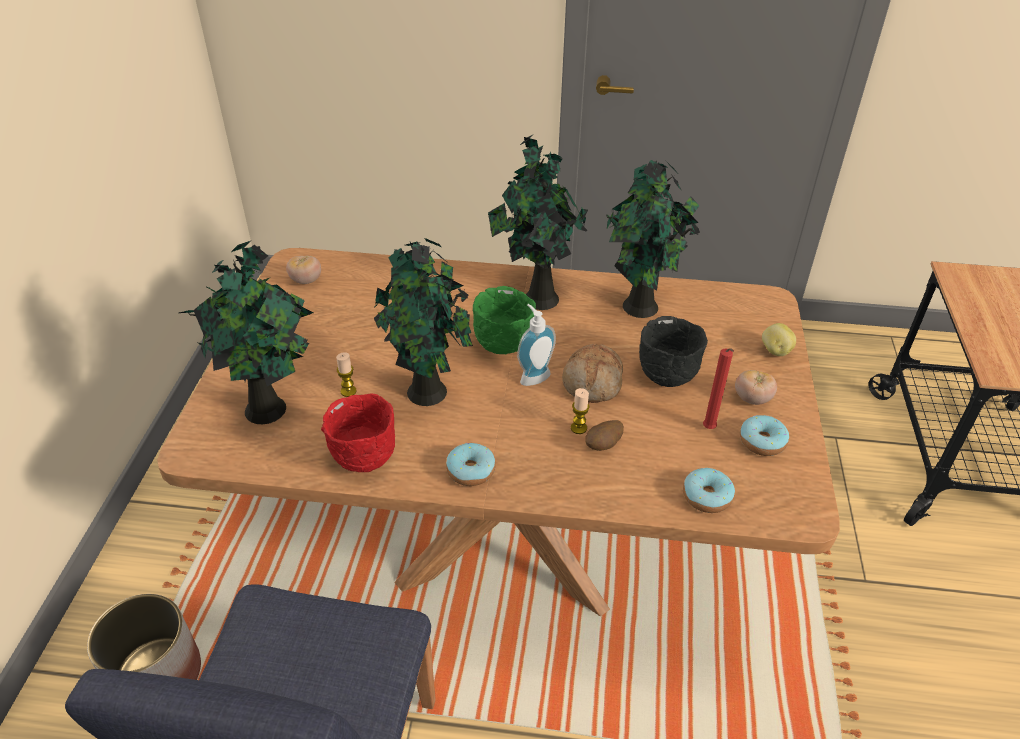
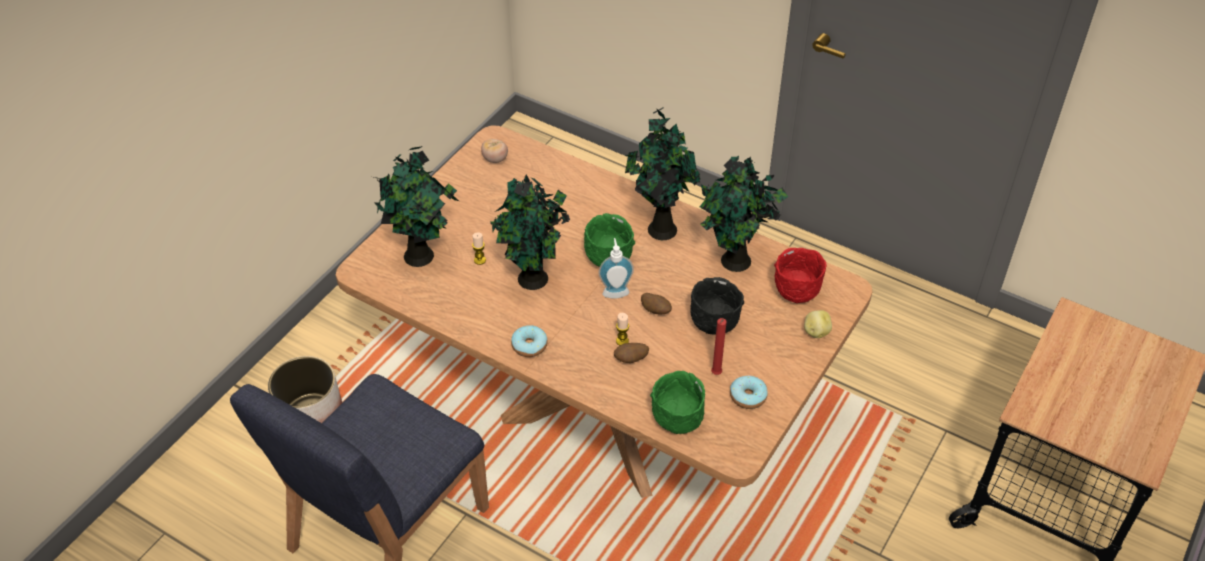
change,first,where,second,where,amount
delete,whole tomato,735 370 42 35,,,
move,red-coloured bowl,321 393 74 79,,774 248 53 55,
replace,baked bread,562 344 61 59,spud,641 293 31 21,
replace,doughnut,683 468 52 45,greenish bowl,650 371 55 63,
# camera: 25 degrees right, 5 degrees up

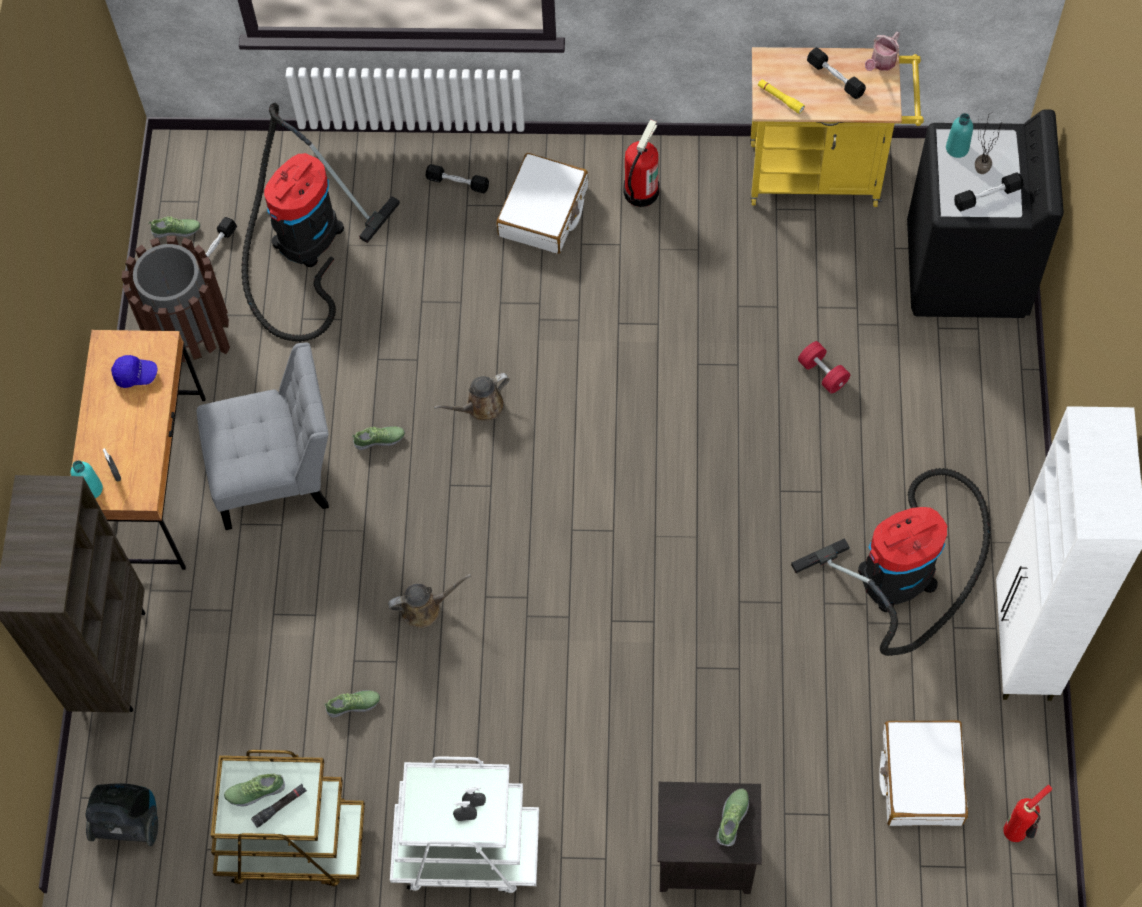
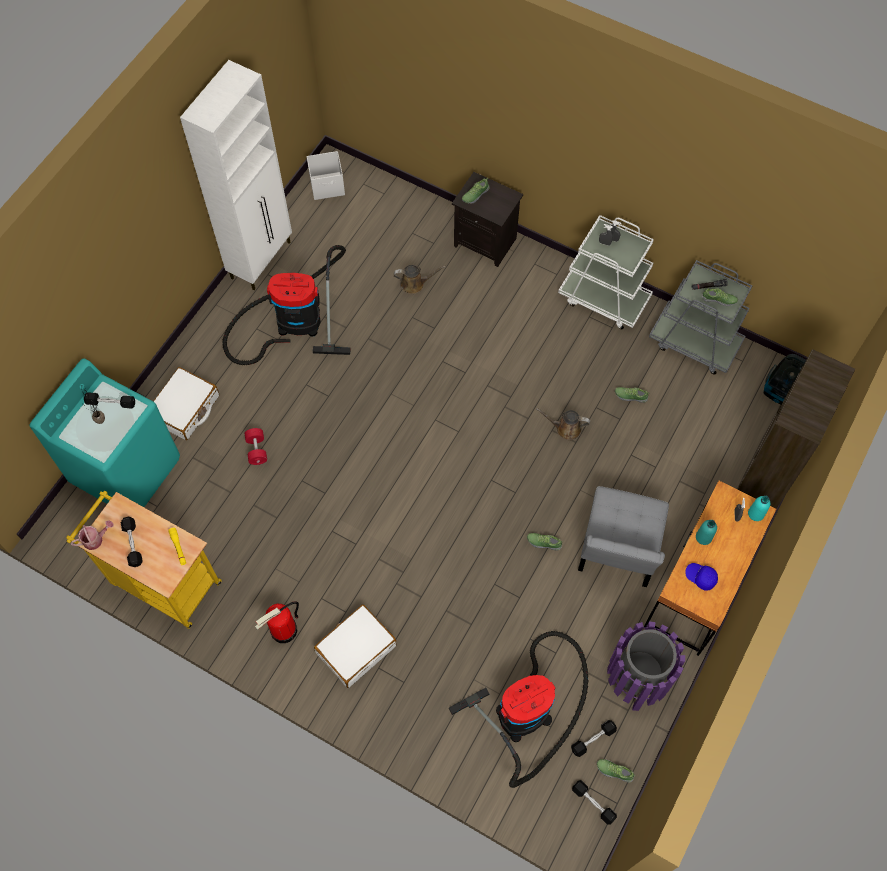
change,first,where,second,where,amount
move,blackish hand weight,426 164 63 29,,572 780 45 45,
move,brownish watering pot,434 373 76 48,,394 265 52 29,
move,white-coloured suitcase,879 720 89 106,,153 367 66 73,
move,turquoise-coloured beverage bottle,946 113 27 45,,696 520 21 25,
replace,extinguisher,1003 784 50 58,white-coloured storage box,307 151 38 49,
recolor,brownish waste bin,122 236 108 126,purple-coloured waste bin,607 622 78 89,
recolor,brownish trolley,211 750 154 137,greyish trolley,649 260 104 115,
recolor,blackish washing machine,907 109 157 209,turquoise-coloured washing machine,30 358 150 149,
rotate,greyish chair,197 343 132 187,,578 486 91 101,90 degrees counterclockwise
# camera: 155 degrees left, 0 degrees up

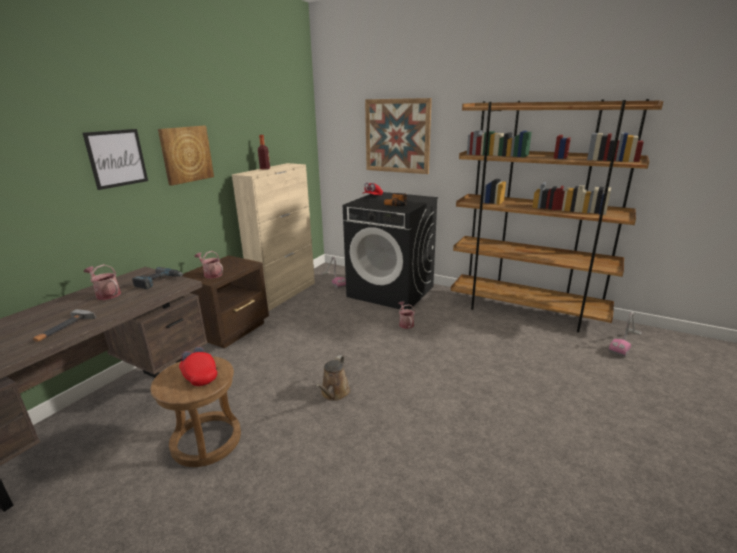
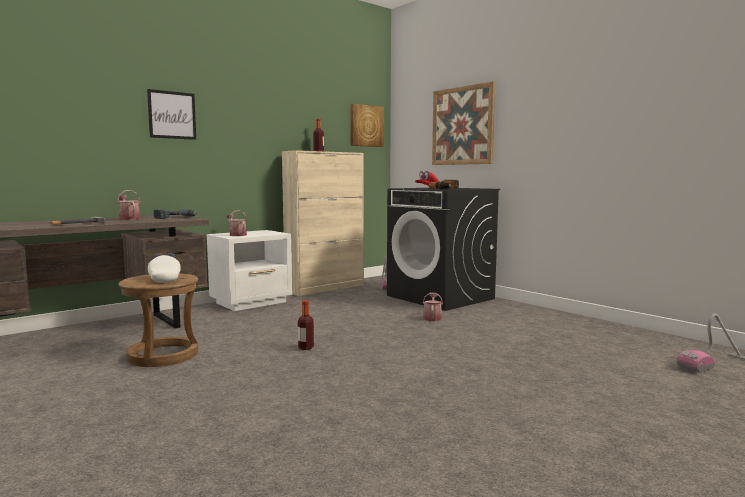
change,first,where,second,where,amount
delete,brownish bookshelf,451 99 212 234,,,
move,picture,158 126 56 60,,350 104 34 43,
replace,brownish watering pot,316 355 35 46,beverage bottle,298 300 16 50,
recolor,red-coloured cap,179 347 38 39,white-coloured cap,148 253 33 30,
recolor,brownish nightstand,183 255 86 93,white-coloured nightstand,207 230 85 81,
# camera: 20 degrees right, 15 degrees down

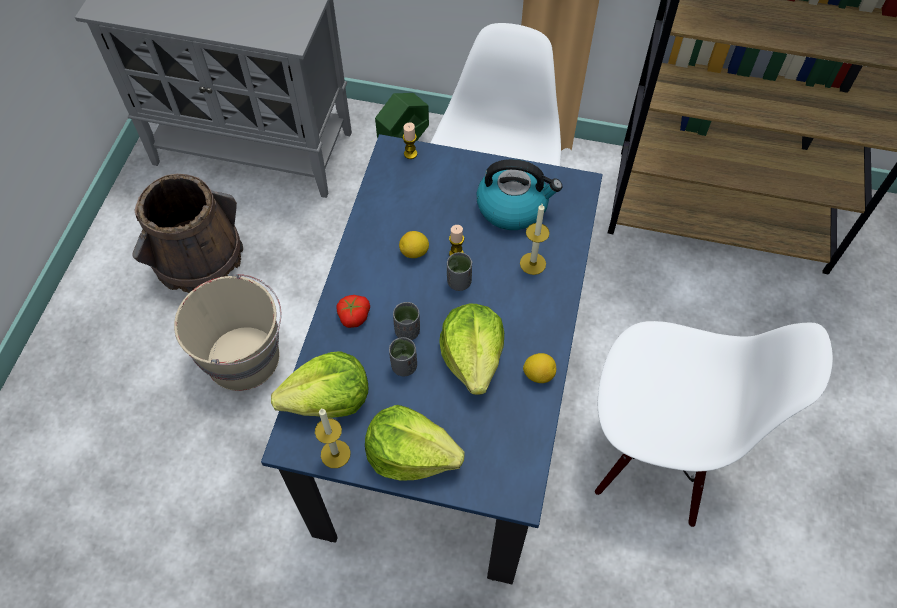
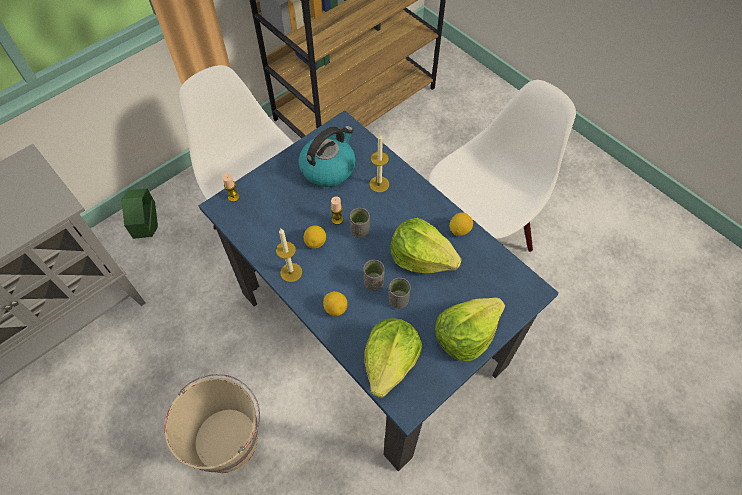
change,first,where,second,where,amount
delete,brownish bucket,132 174 111 119,,,
move,wax light,315 409 36 59,,276 229 26 53,
replace,whole tomato,336 295 34 33,whole lemon,323 291 25 25,
# camera: 55 degrees left, 0 degrees up

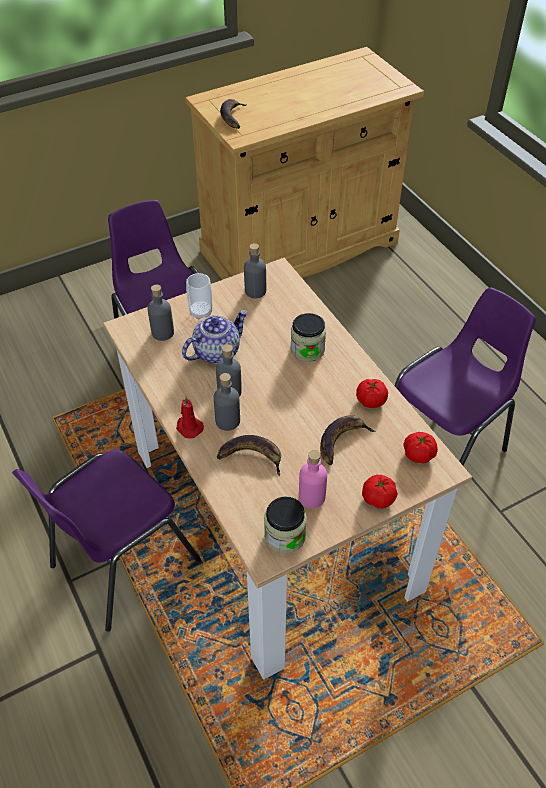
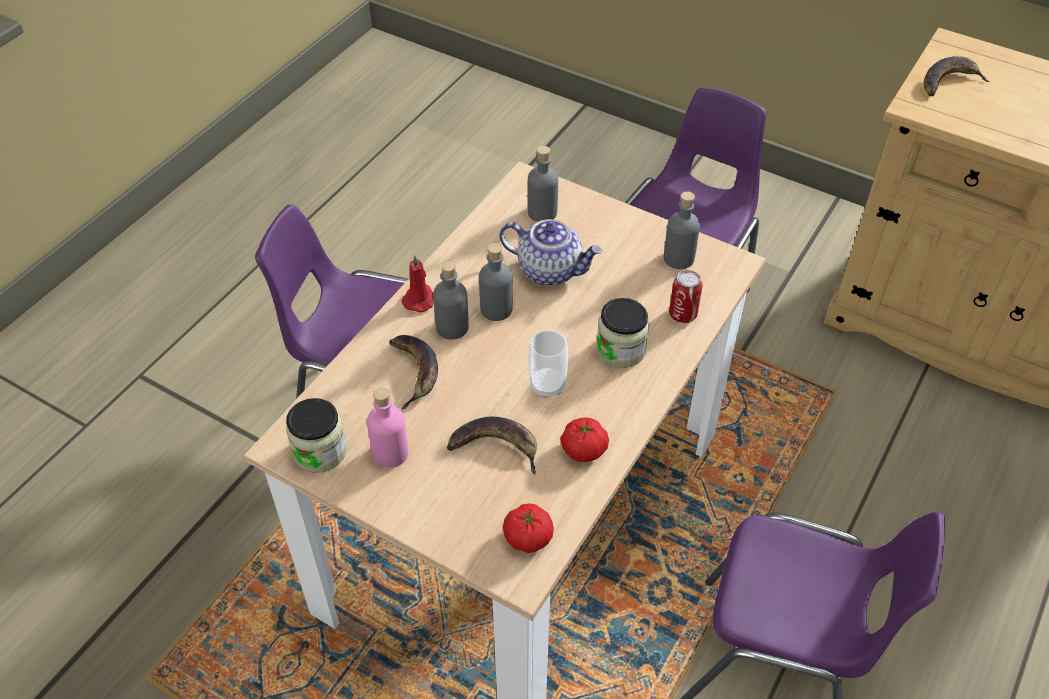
change,first,where,second,where,amount
delete,whole tomato,362 475 36 34,,,
insert,,,can,669 270 34 53,
move,cup,186 273 27 46,,528 330 40 68,
# camera: 60 degrees right, 0 degrees up

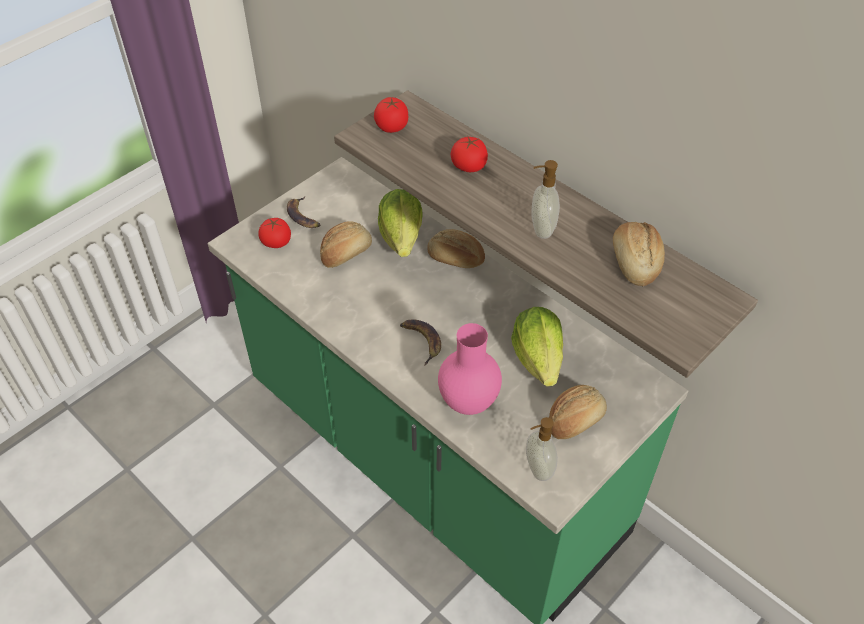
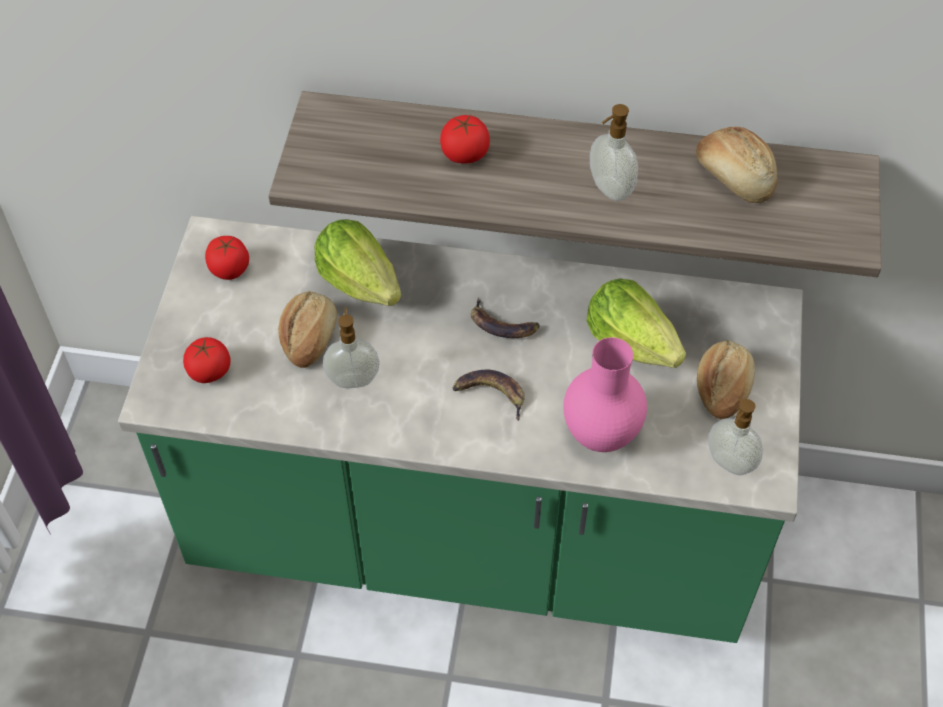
change,first,where,second,where,amount
delete,baked bread,427 229 58 39,,,
insert,,,soap bottle,323 307 57 81,
move,banana,287 197 33 31,,471 298 69 40,
move,whole tomato,374 97 34 36,,205 236 44 44,
# camera: 35 degrees left, 5 degrees up

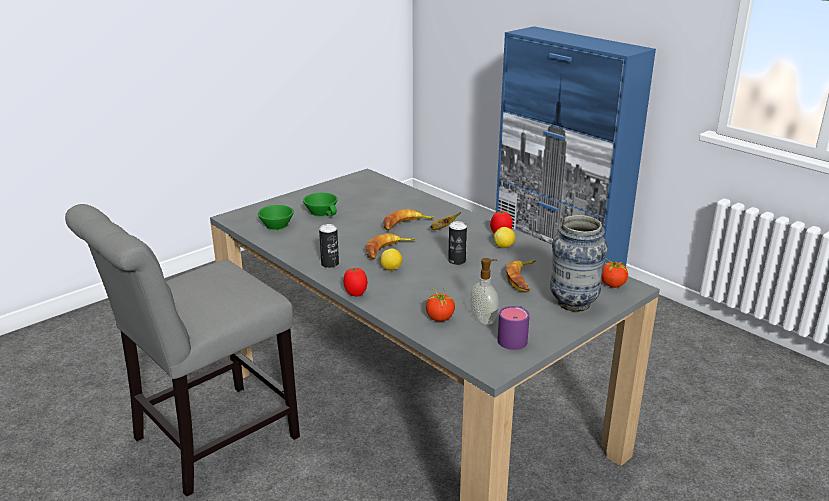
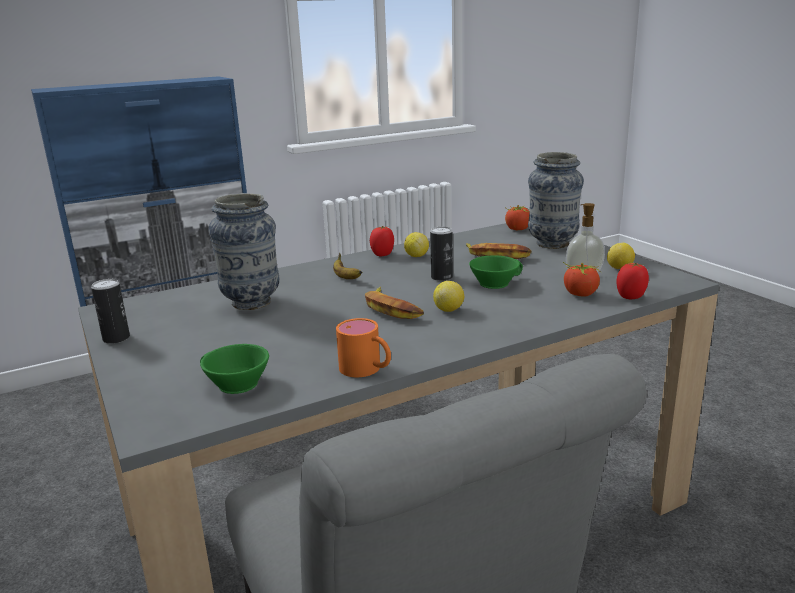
change,first,where,second,where,amount
delete,banana,383 209 53 22,,,
insert,,,decorative vase,208 193 71 117,
insert,,,orange tea mug,336 318 55 59,
move,greenish cup,303 193 35 24,,469 255 54 34,
move,can,319 224 20 44,,91 279 39 65,
move,whole tomato,344 268 24 28,,616 263 33 36,
replace,purple-coloured tea mug,497 306 33 44,whole lemon,607 243 28 26,
# camera: 75 degrees left, 5 degrees down

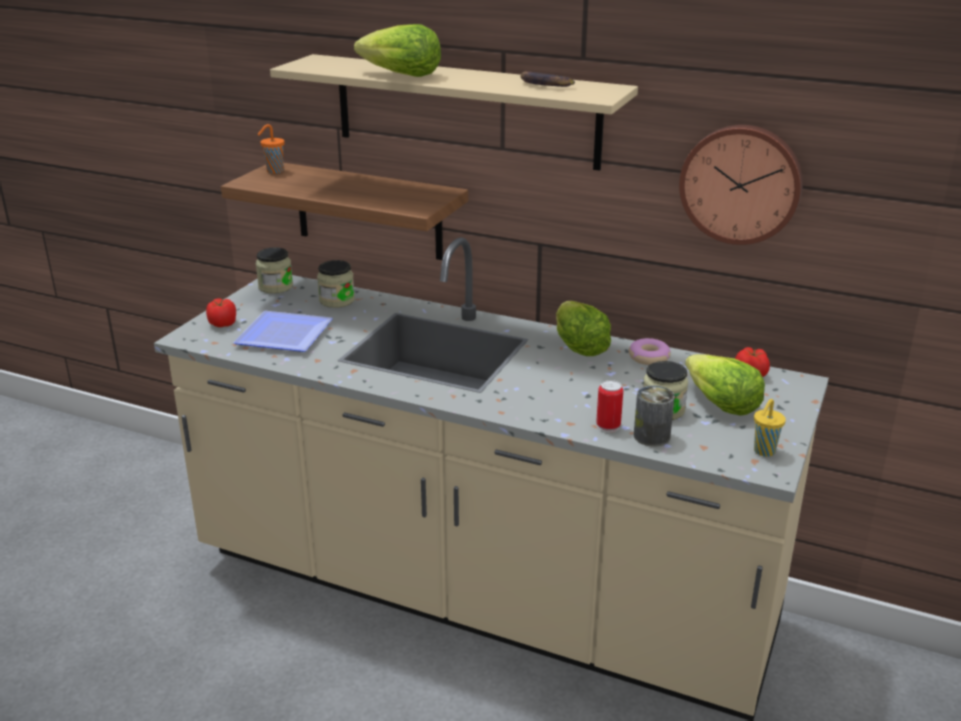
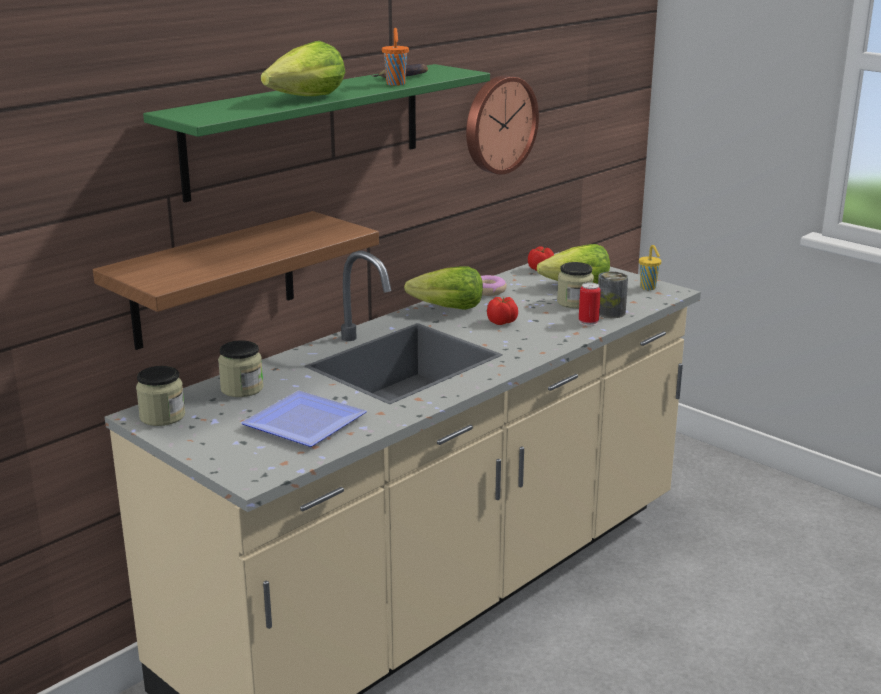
change,first,where,second,where,amount
move,whole tomato,206 298 30 29,,487 297 31 28,
move,orange cup,258 124 26 50,,382 28 27 58,
recolor,beige-coloured shelf,270 54 368 117,greenish shelf,143 64 347 138,
# camera: 70 degrees left, 5 degrees down

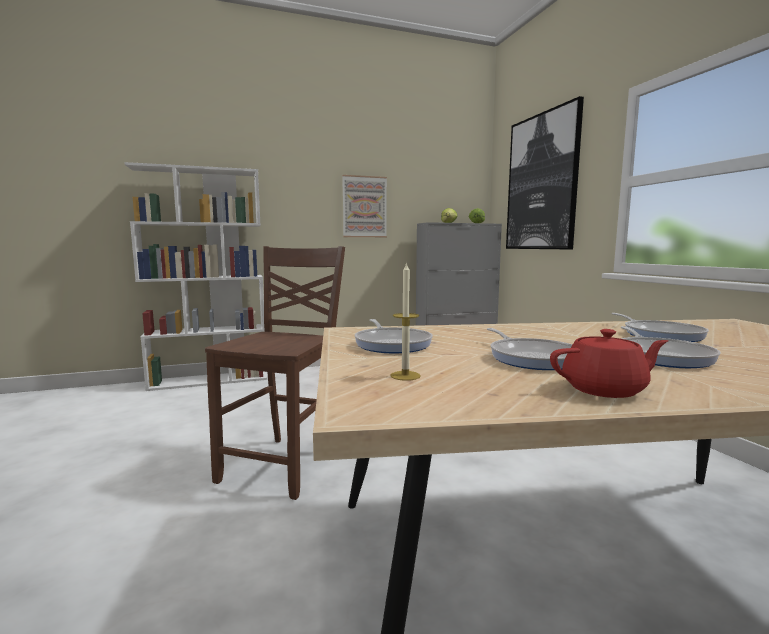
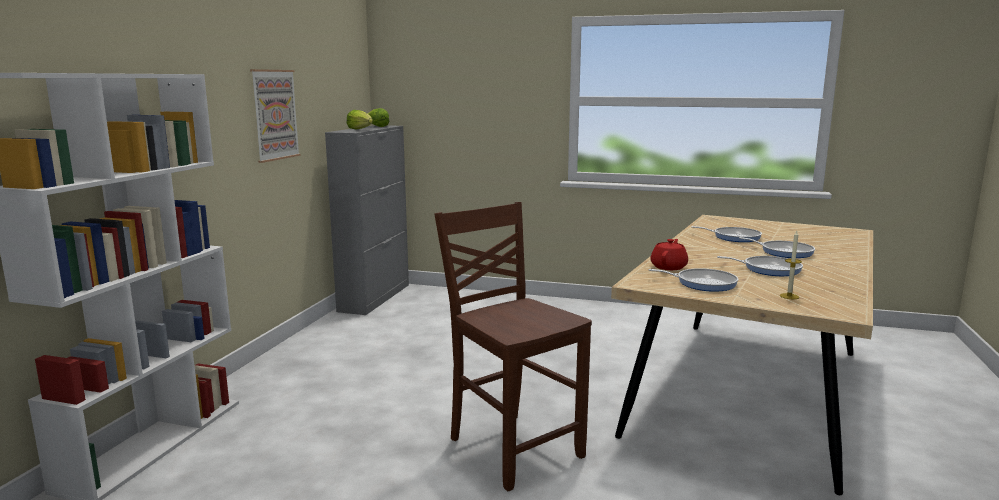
change,first,where,second,where,amount
delete,picture,506 96 78 153,,,
move,red-coloured pot for tea,550 329 118 69,,650 239 38 31,
# camera: 55 degrees left, 5 degrees up

